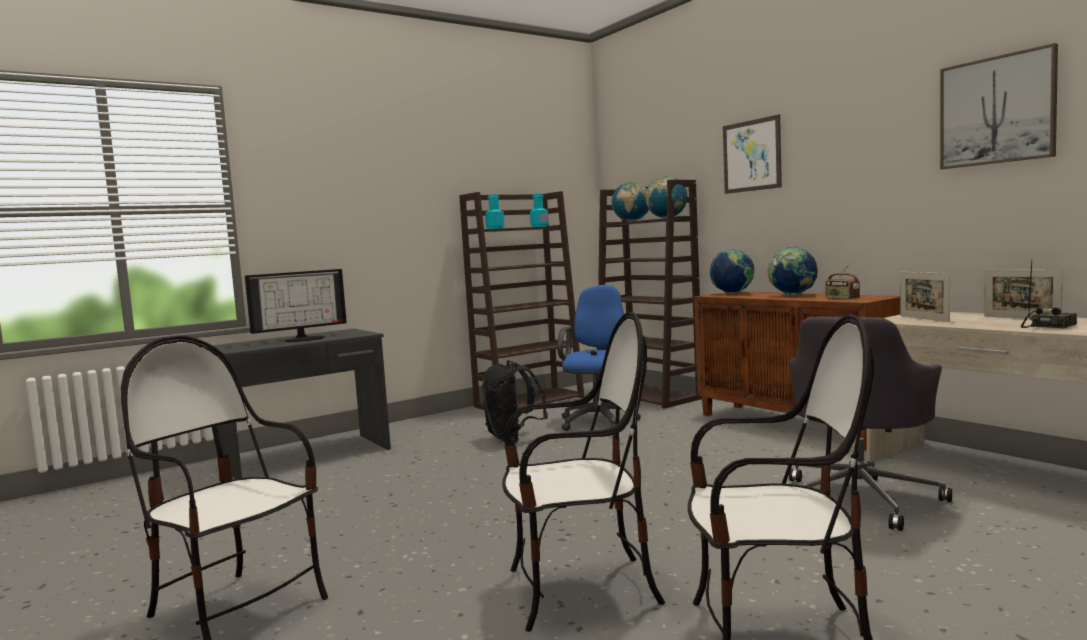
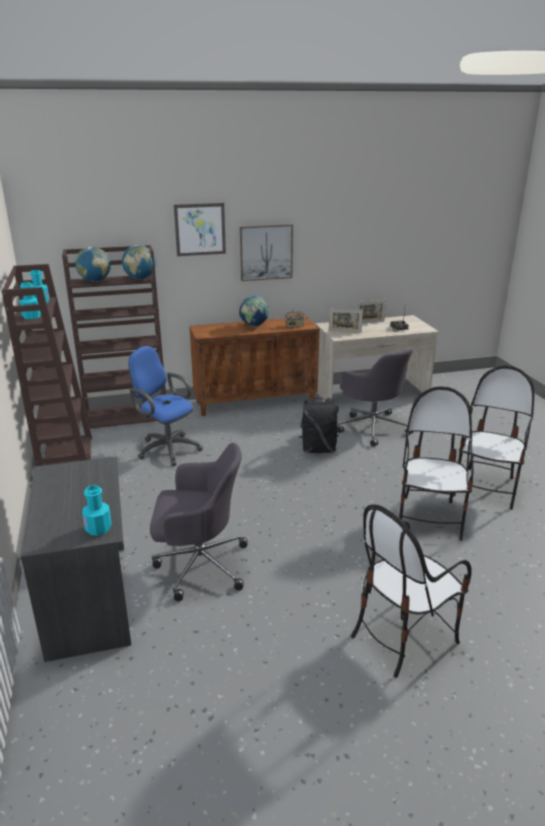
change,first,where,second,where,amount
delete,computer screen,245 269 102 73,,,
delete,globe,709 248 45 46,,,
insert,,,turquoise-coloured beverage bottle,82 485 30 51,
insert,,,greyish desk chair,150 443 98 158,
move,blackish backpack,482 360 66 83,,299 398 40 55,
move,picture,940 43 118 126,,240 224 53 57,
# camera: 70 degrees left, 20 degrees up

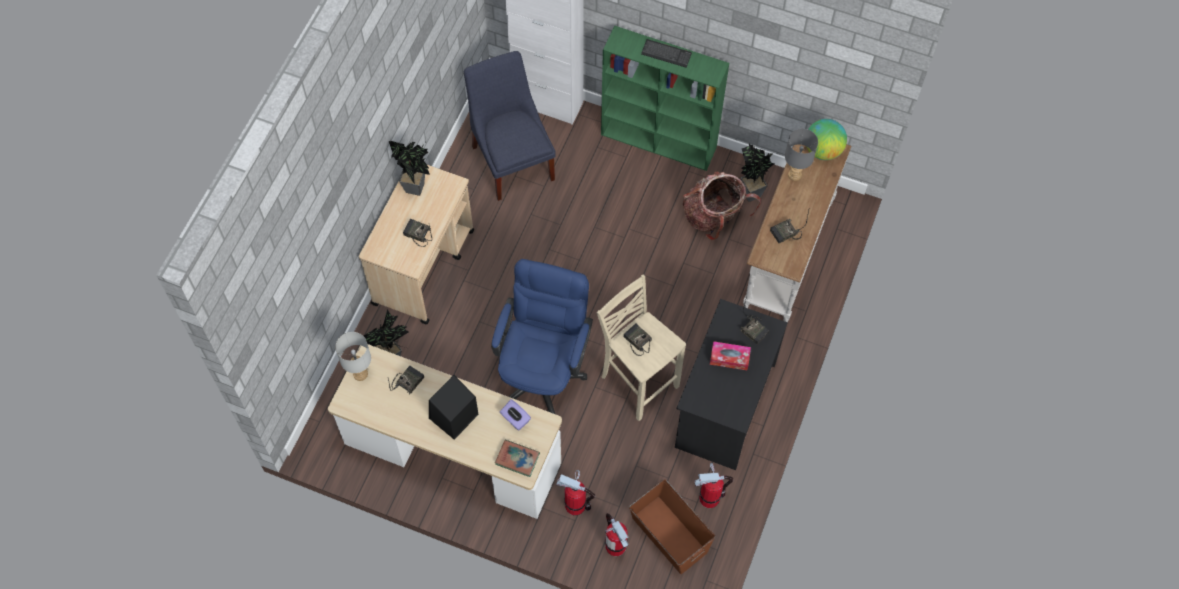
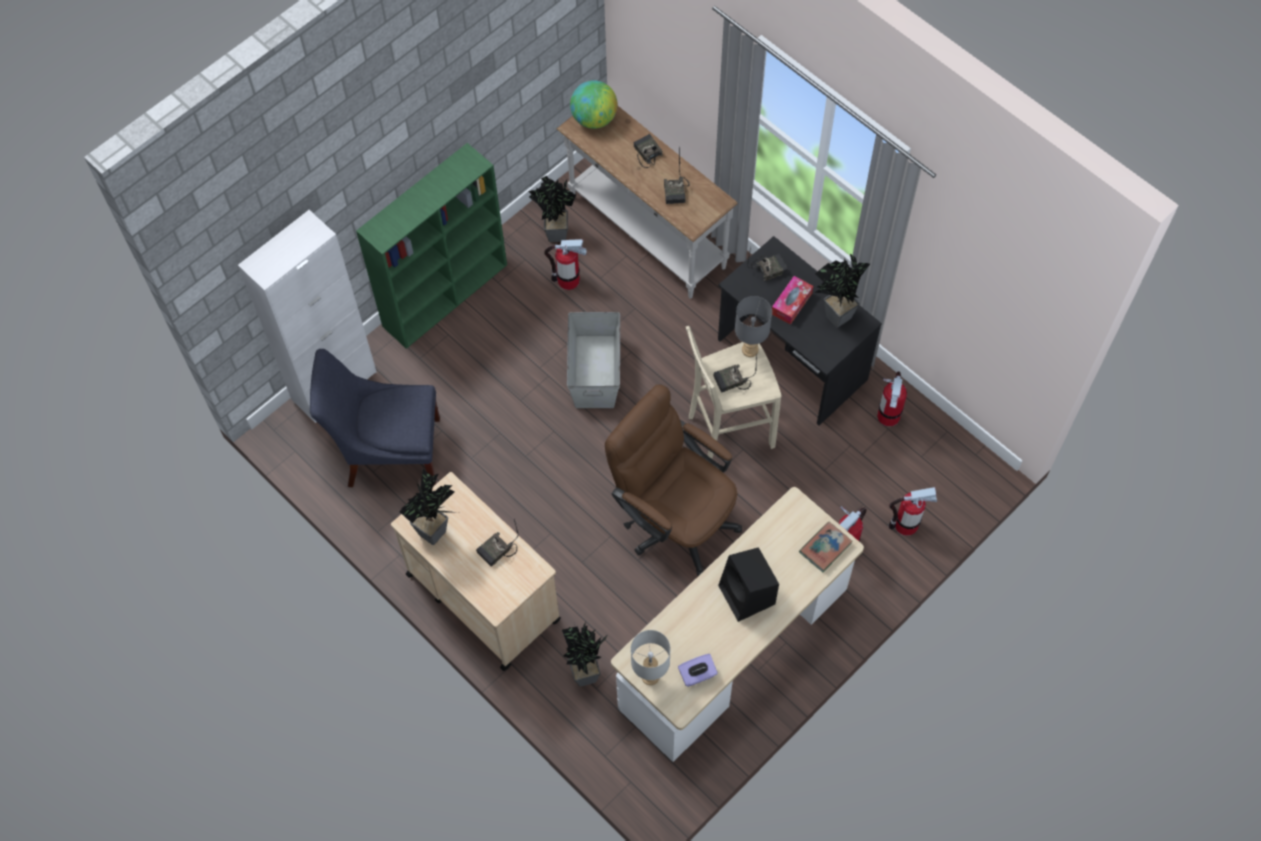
change,first,where,second,where,amount
delete,brownish storage box,629 479 86 95,,,
delete,PC keyboard,641 39 51 29,,,
insert,,,greyish storage box,567 312 53 96,
insert,,,potted plant,815 254 56 74,
move,radio receiver,388 366 36 29,,634 134 29 34,
move,purple-coloured tissue holder,500 399 31 32,,678 654 40 33,
move,greyish lamp for a table,785 129 33 52,,735 296 37 61,
replace,backpack,683 171 78 69,extinguisher,545 239 42 51,
recolor,bluish desk chair,491 259 102 155,brownish desk chair,605 384 137 192,
# camera: 65 degrees left, 0 degrees up

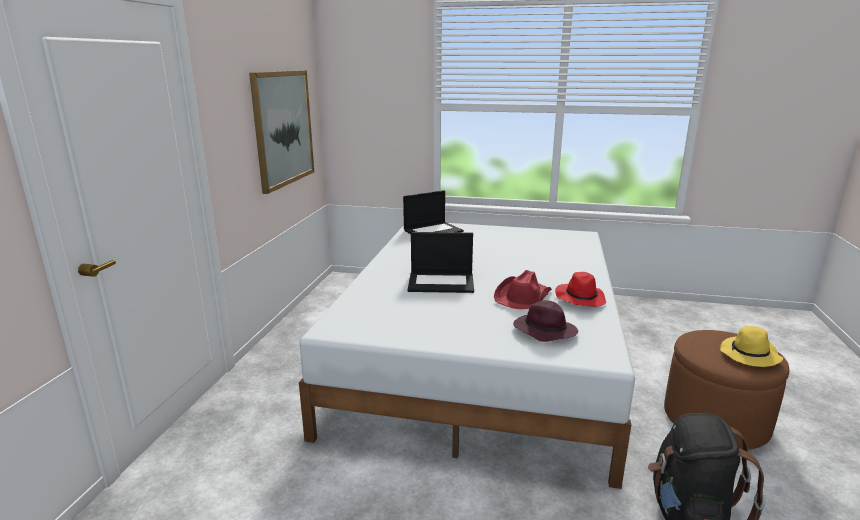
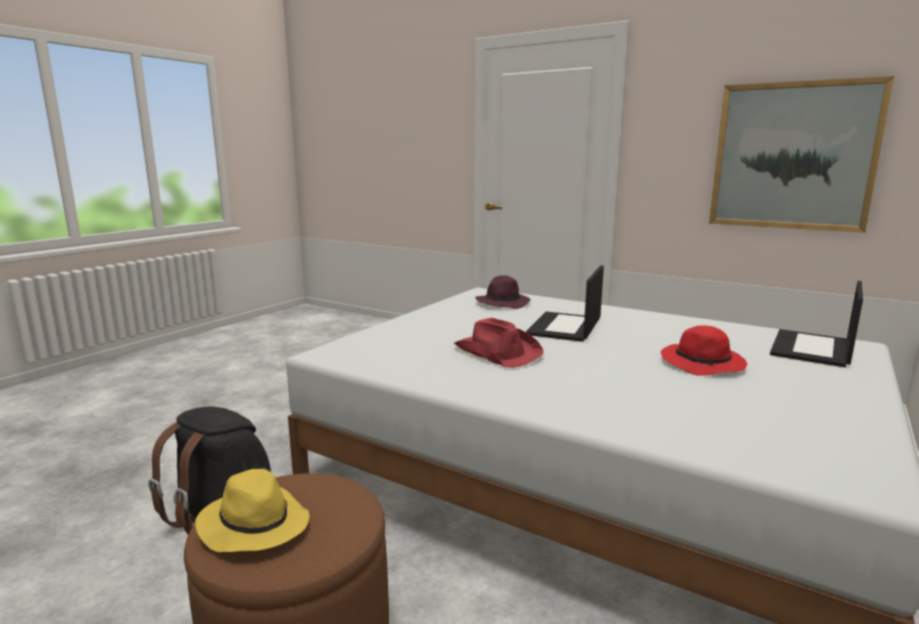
change,first,where,second,where,amount
move,purple-coloured clothing hat,513 300 65 42,,475 276 55 33,
move,red-coloured clothing hat,555 272 51 35,,661 325 86 51,
rotate,notebook computer,403 190 61 44,,770 281 93 86,45 degrees clockwise
# camera: 110 degrees right, 5 degrees down

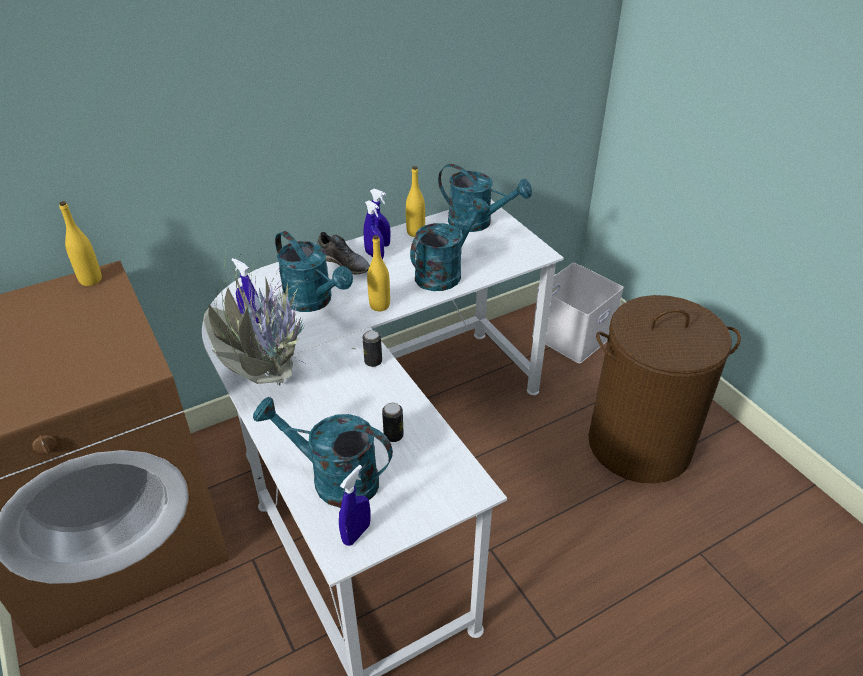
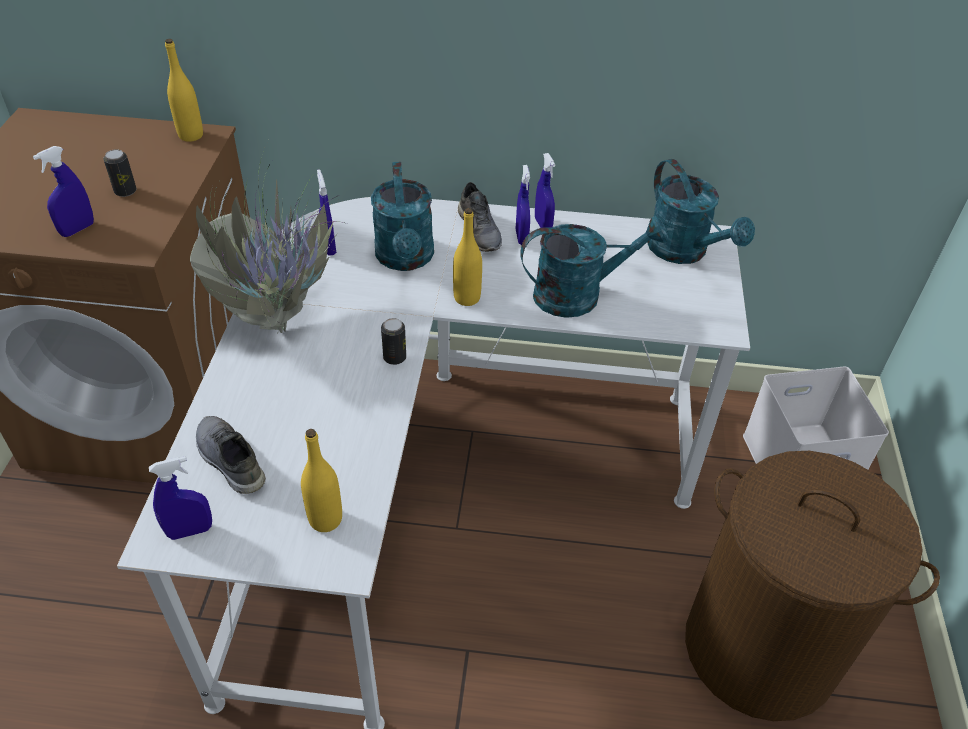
change,first,where,second,where,amount
insert,,,bluish spray bottle,33 146 61 91,
move,can,382 403 22 39,,103 149 33 48,
move,yellowish beverage bottle,406 166 19 71,,301 429 41 103,
replace,turquoise-coloured watering pot,253 397 140 111,greyish shoe,196 416 70 78,
# camera: 35 degrees right, 5 degrees up

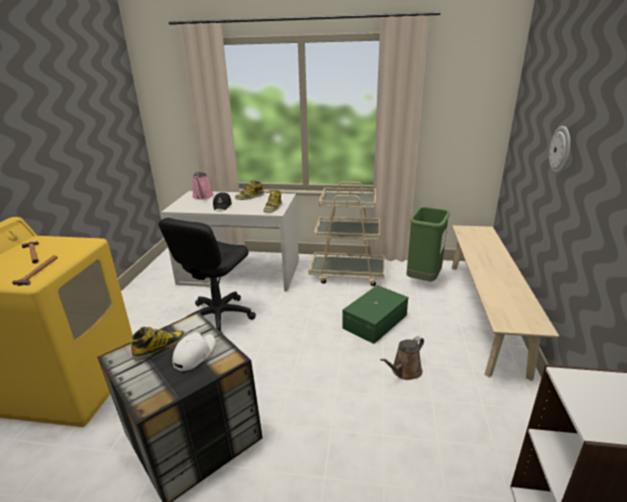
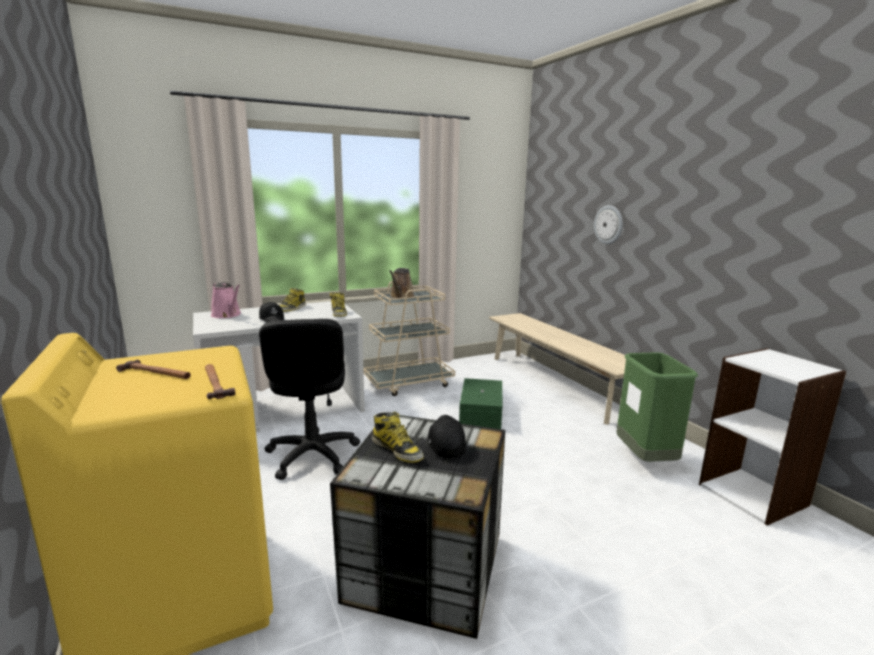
change,first,where,second,where,amount
move,brownish watering pot,380 336 44 44,,389 268 26 30,
move,greenish waste bin,407 207 43 74,,617 352 81 110,
recolor,white-coloured cap,172 332 44 39,blackish cap,427 415 39 43,
rotate,high-top boot,131 327 56 34,,372 412 52 51,120 degrees clockwise
# camera: 35 degrees left, 10 degrees down

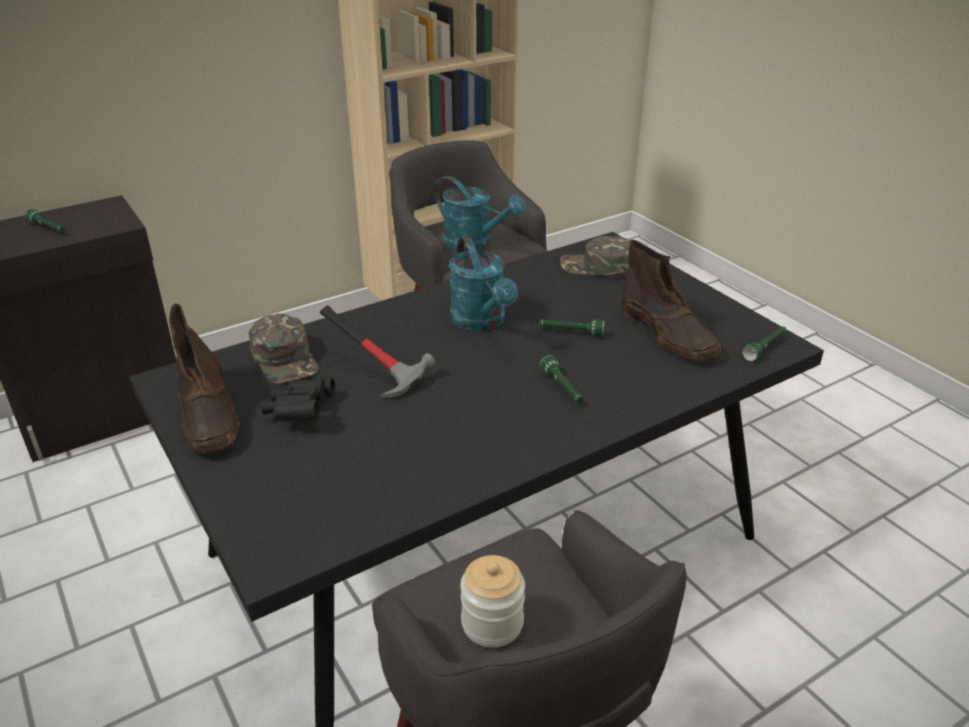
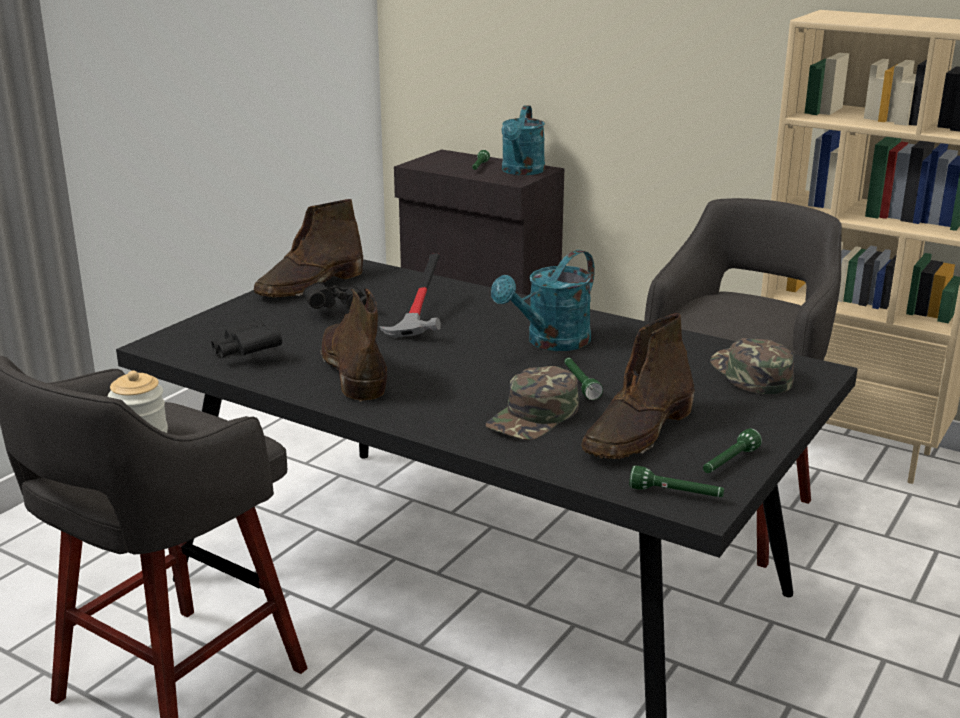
change,first,where,second,where,amount
insert,,,blackish binoculars,211 320 71 38,
insert,,,brownish high-top boot,320 289 67 113,
move,greenish cap,248 313 70 71,,486 366 93 74,
move,turquoise-coloured watering pot,435 176 91 75,,501 105 44 70,
move,greenish flashlight,540 355 43 48,,703 429 59 44,
# camera: 65 degrees right, 10 degrees down

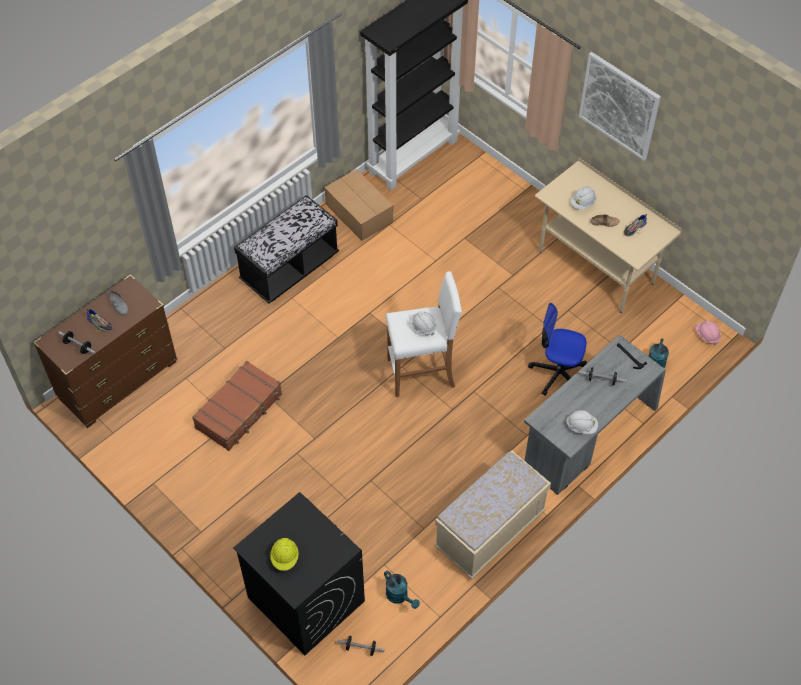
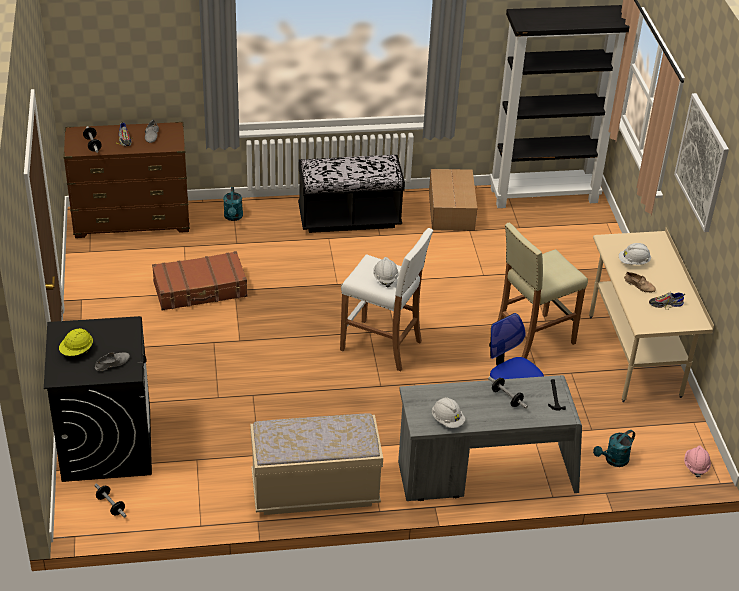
change,first,where,second,where,amount
insert,,,greyish shoe,95 352 35 19,
insert,,,beige-coloured stool seat,497 222 91 137,
move,turquoise-coloured watering pot,384 570 36 39,,223 187 20 34,
# camera: 35 degrees right, 15 degrees down

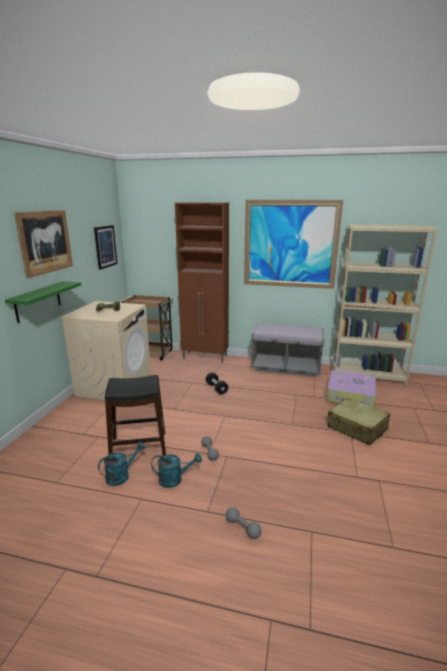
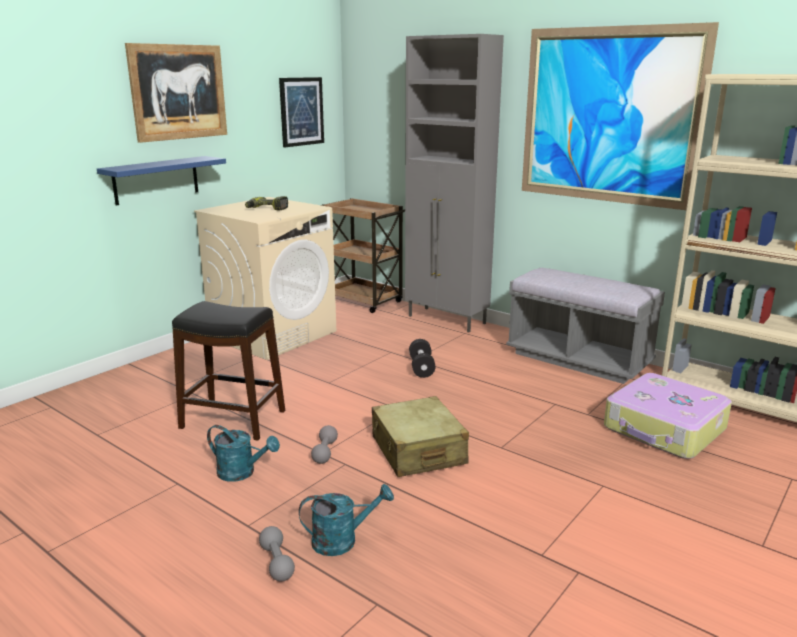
change,first,where,second,where,amount
move,turquoise-coloured watering pot,98 441 47 45,,299 484 95 72,
move,beige-coloured suitcase,327 398 63 48,,372 396 97 81,
recolor,greenish shelf,5 281 76 42,bluish shelf,97 156 129 49,
recolor,brownish cupboard,175 202 54 161,greyish cupboard,405 34 99 298,
# camera: 25 degrees right, 0 degrees up

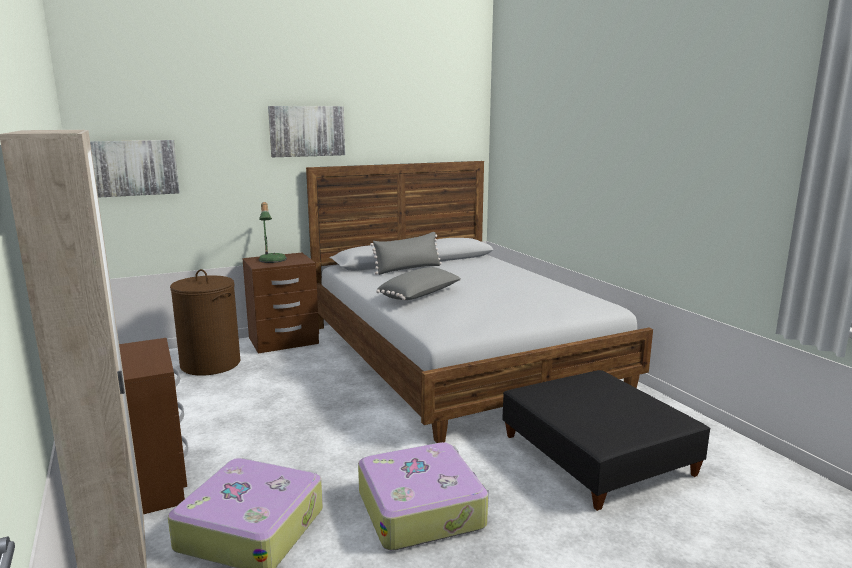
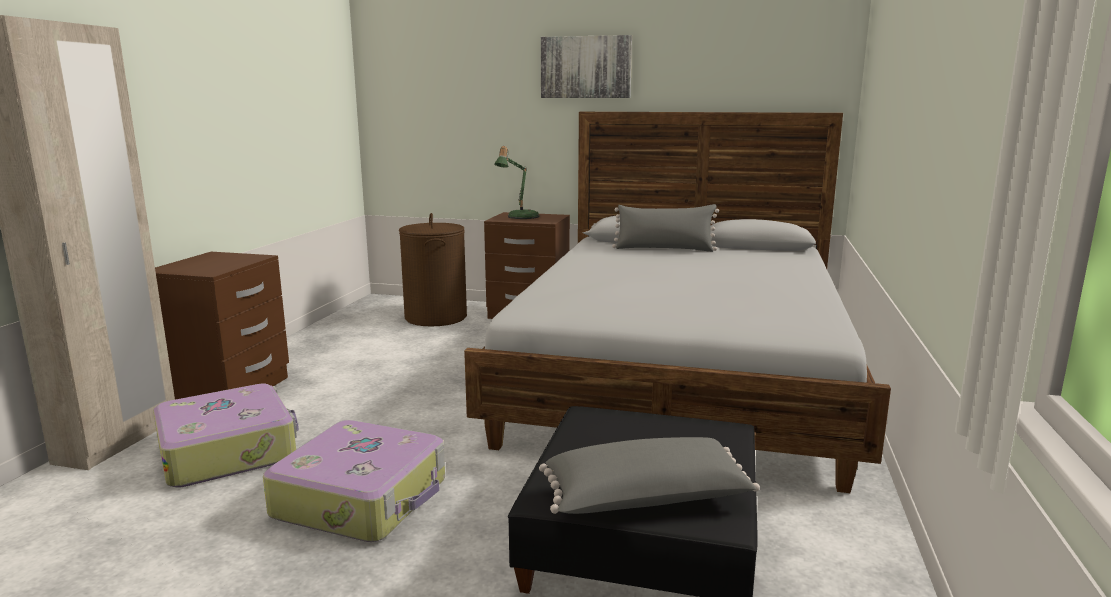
change,first,where,second,where,amount
delete,picture,90 140 90 58,,,
move,greyish pillow,376 267 85 33,,539 437 221 77,
# camera: 40 degrees right, 0 degrees up

